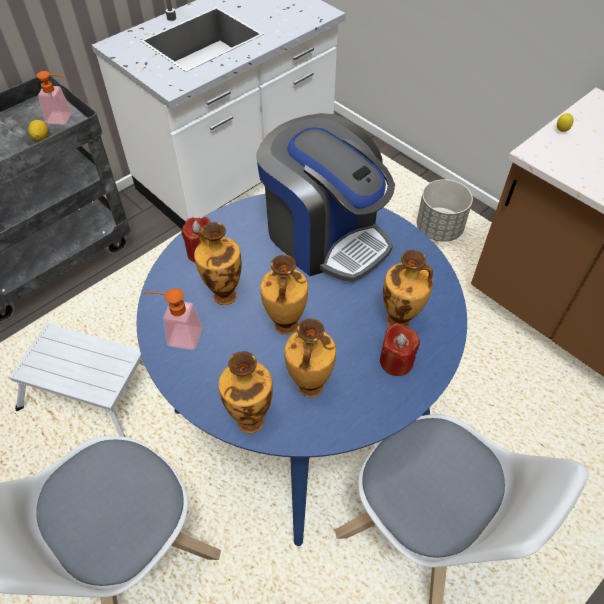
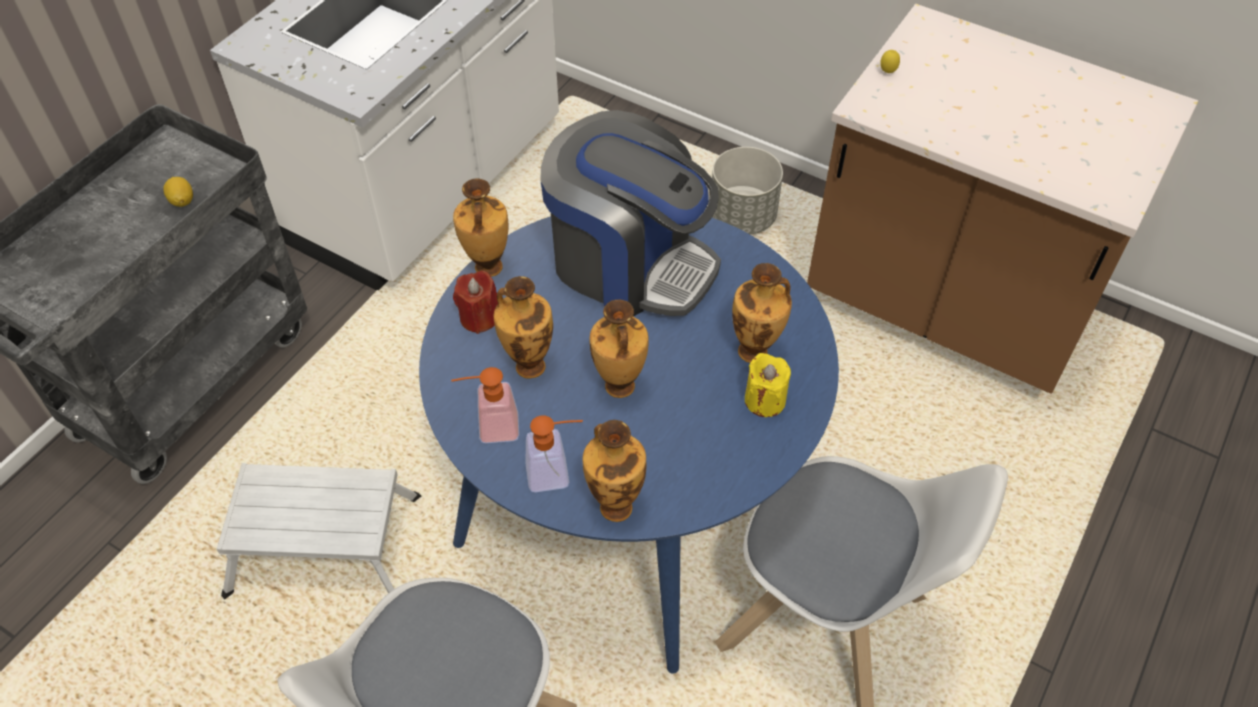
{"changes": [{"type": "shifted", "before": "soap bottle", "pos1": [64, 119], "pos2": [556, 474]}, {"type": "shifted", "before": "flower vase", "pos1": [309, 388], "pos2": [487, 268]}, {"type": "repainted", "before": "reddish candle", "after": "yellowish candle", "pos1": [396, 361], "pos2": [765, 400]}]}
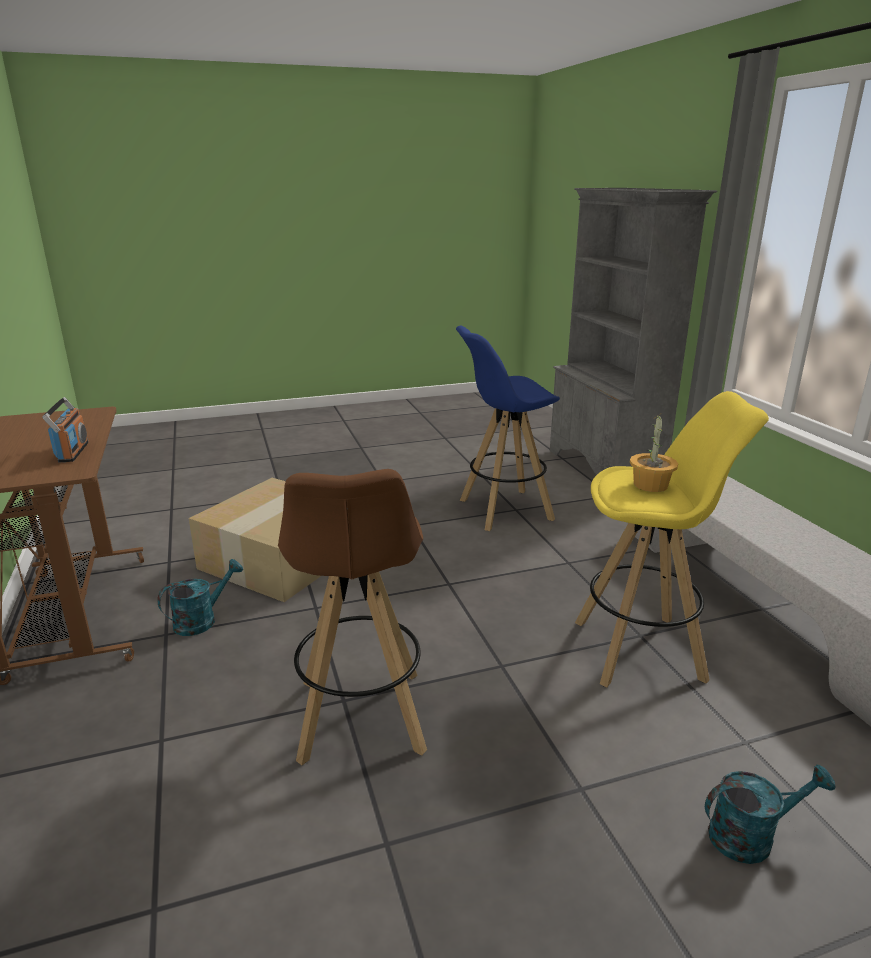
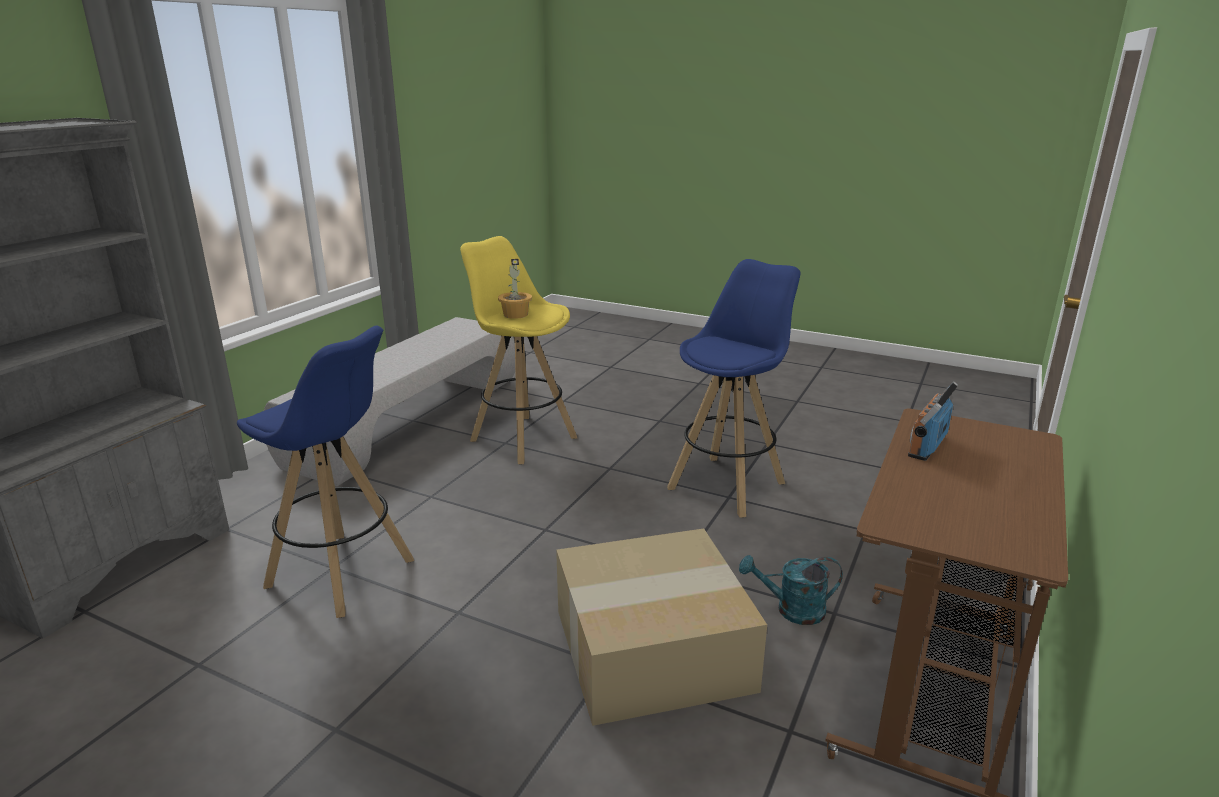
{"changes": [{"type": "gone", "before": "turquoise watering can", "pos1": [751, 836]}, {"type": "repainted", "before": "brownish sitting stool", "after": "blue sitting stool", "pos1": [360, 719], "pos2": [729, 484]}]}
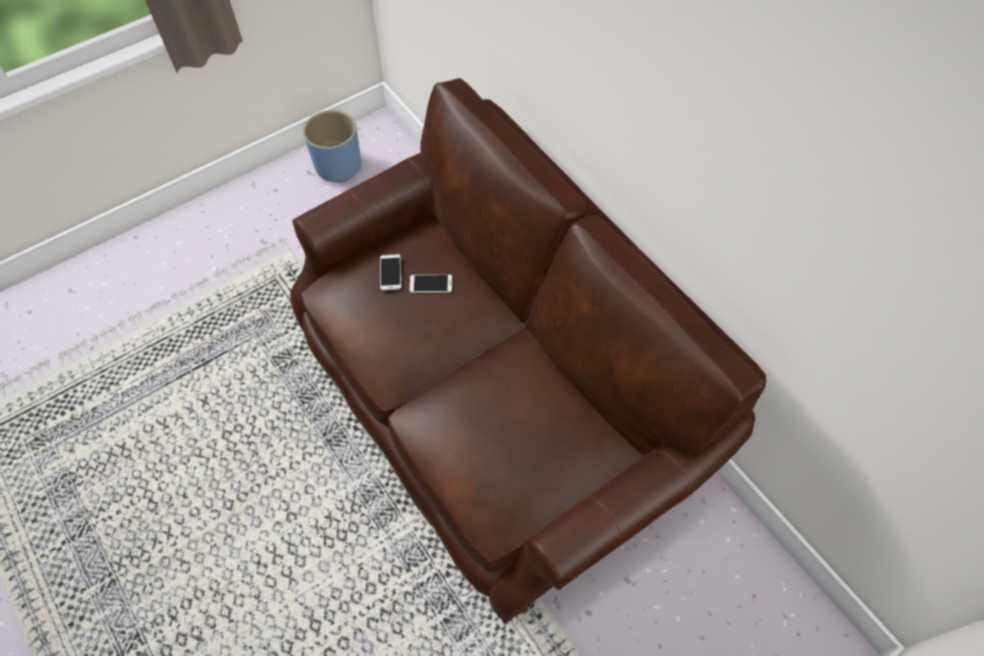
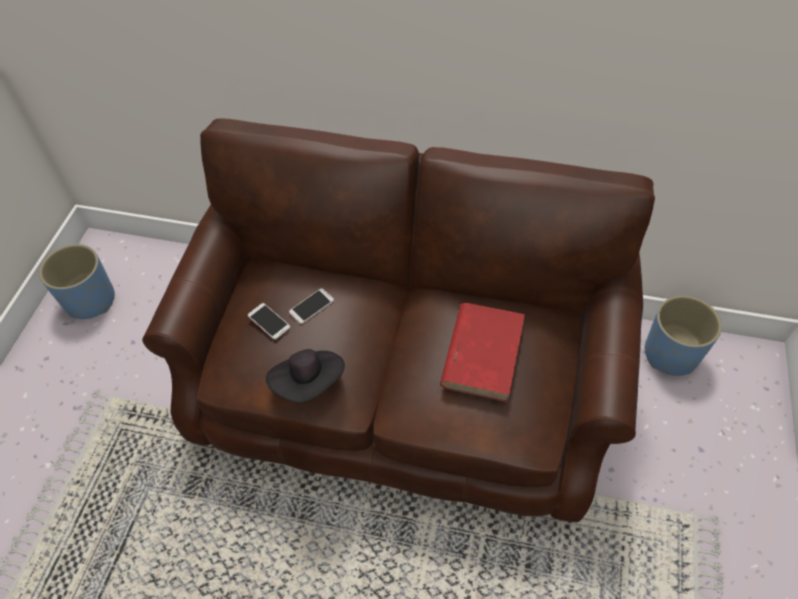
{"changes": [{"type": "new", "after": "black wearable hat", "pos2": [309, 383]}, {"type": "new", "after": "reddish volume", "pos2": [482, 353]}, {"type": "new", "after": "blue planter", "pos2": [671, 354]}]}
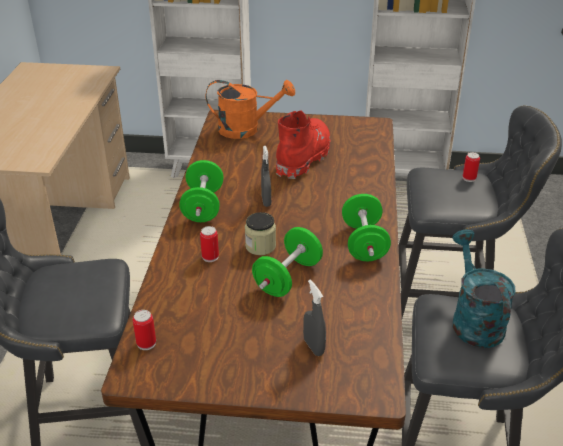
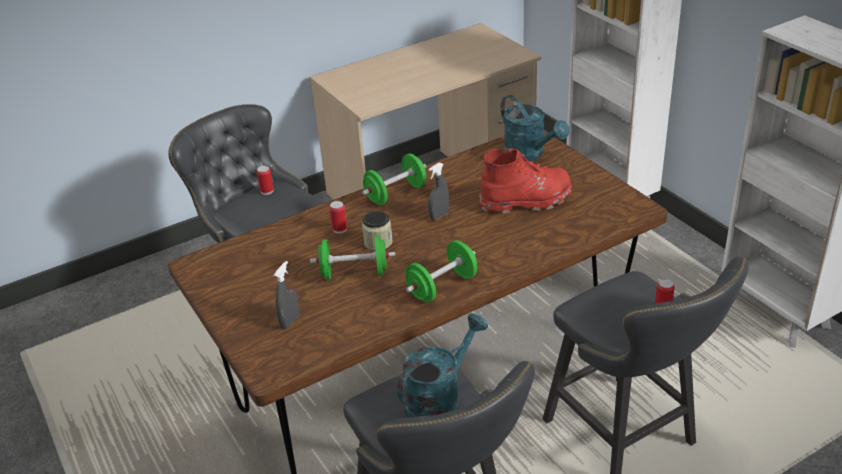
{"changes": [{"type": "shifted", "before": "metal can", "pos1": [146, 343], "pos2": [267, 191]}, {"type": "repainted", "before": "orangey watering can", "after": "turquoise watering can", "pos1": [246, 129], "pos2": [530, 155]}]}
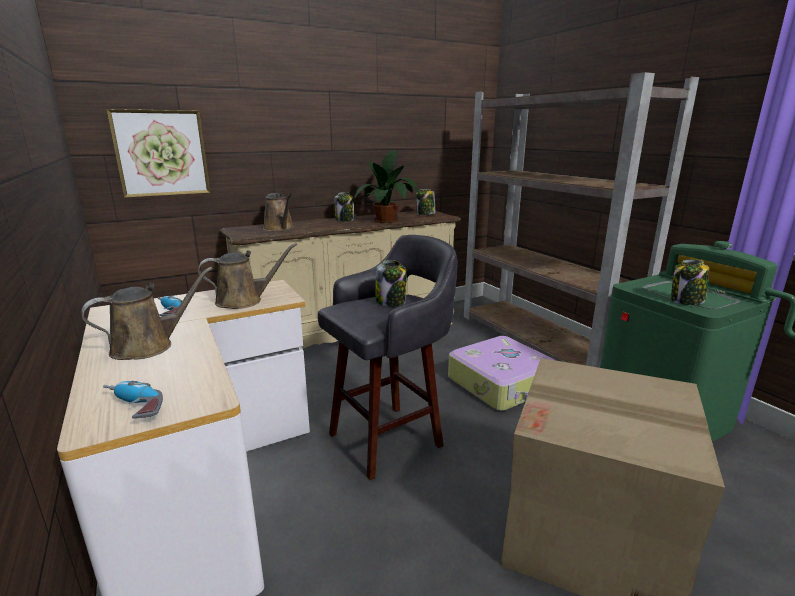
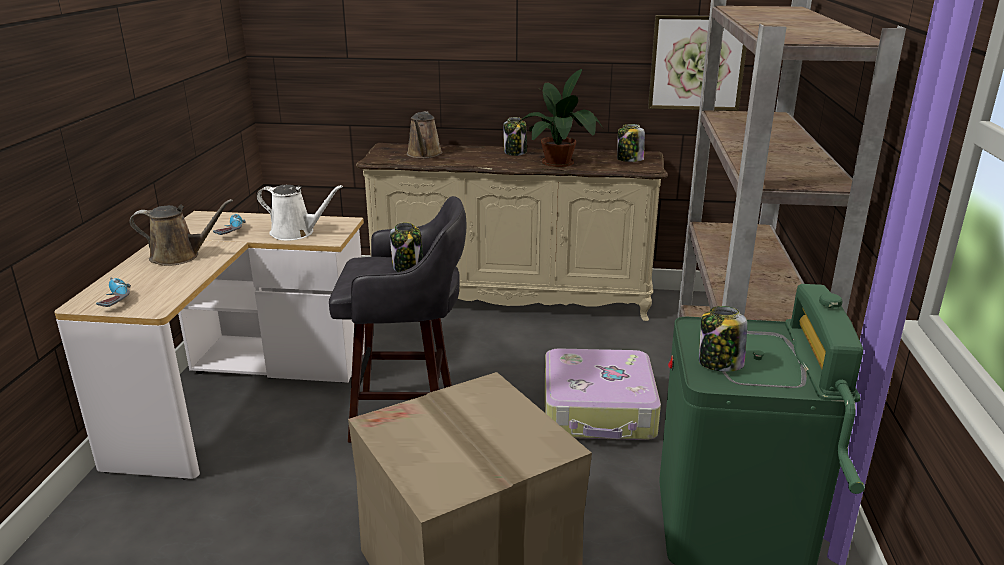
{"changes": [{"type": "shifted", "before": "picture", "pos1": [161, 153], "pos2": [697, 63]}, {"type": "repainted", "before": "brownish watering can", "after": "whitish watering can", "pos1": [244, 301], "pos2": [296, 233]}]}
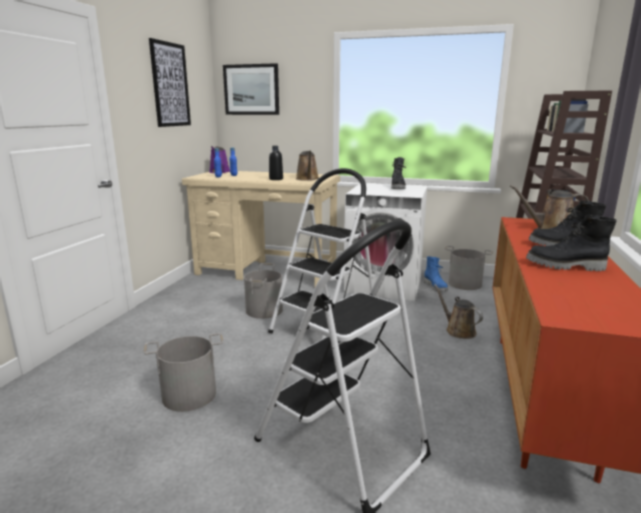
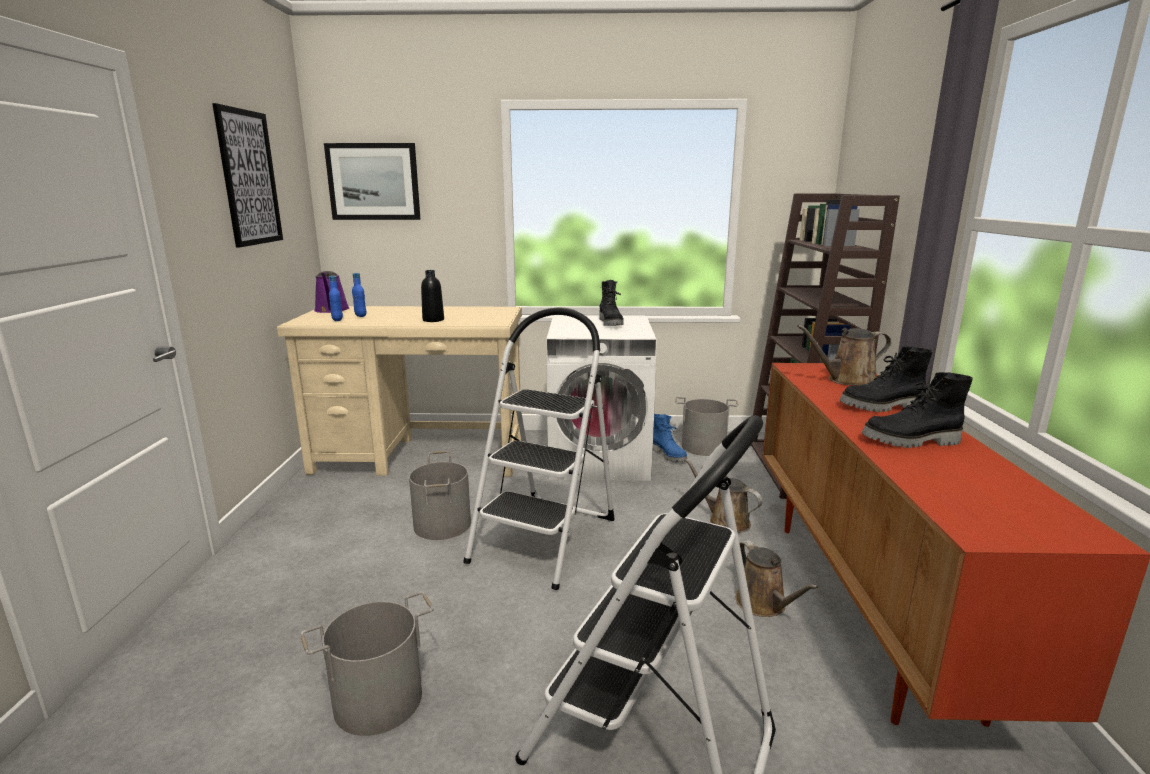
{"changes": [{"type": "shifted", "before": "brownish watering can", "pos1": [307, 179], "pos2": [764, 604]}]}
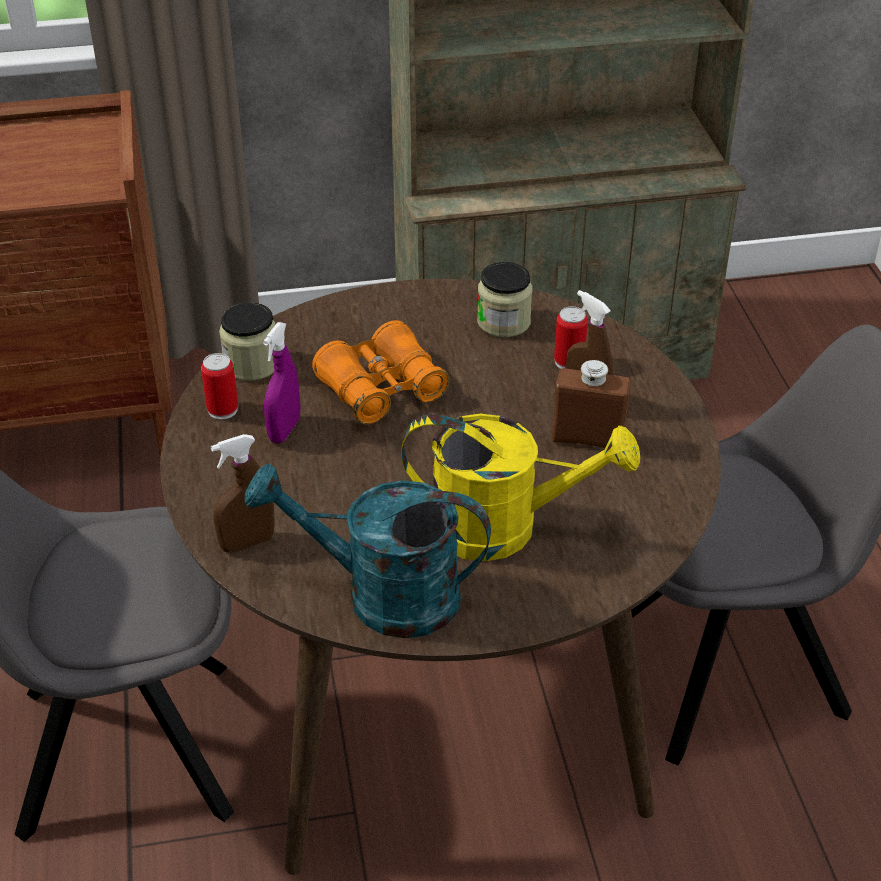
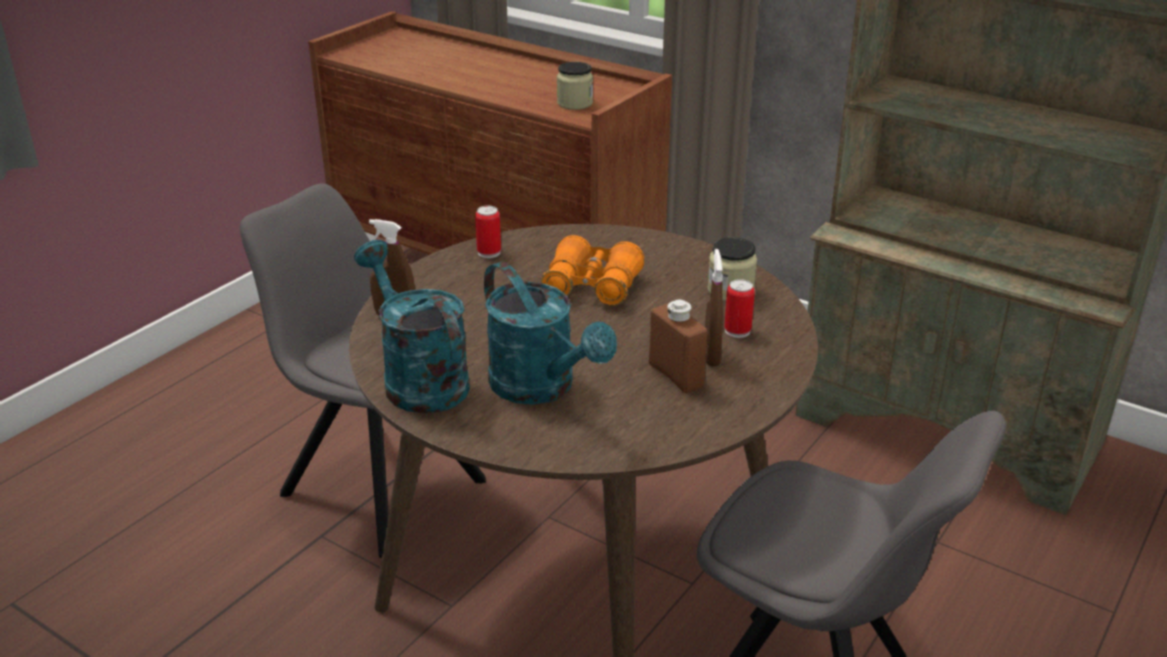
{"changes": [{"type": "gone", "before": "purple-coloured hand sprayer", "pos1": [284, 430]}, {"type": "shifted", "before": "storage jar", "pos1": [251, 364], "pos2": [575, 103]}, {"type": "repainted", "before": "yellowish watering can", "after": "turquoise watering can", "pos1": [504, 527], "pos2": [542, 388]}]}
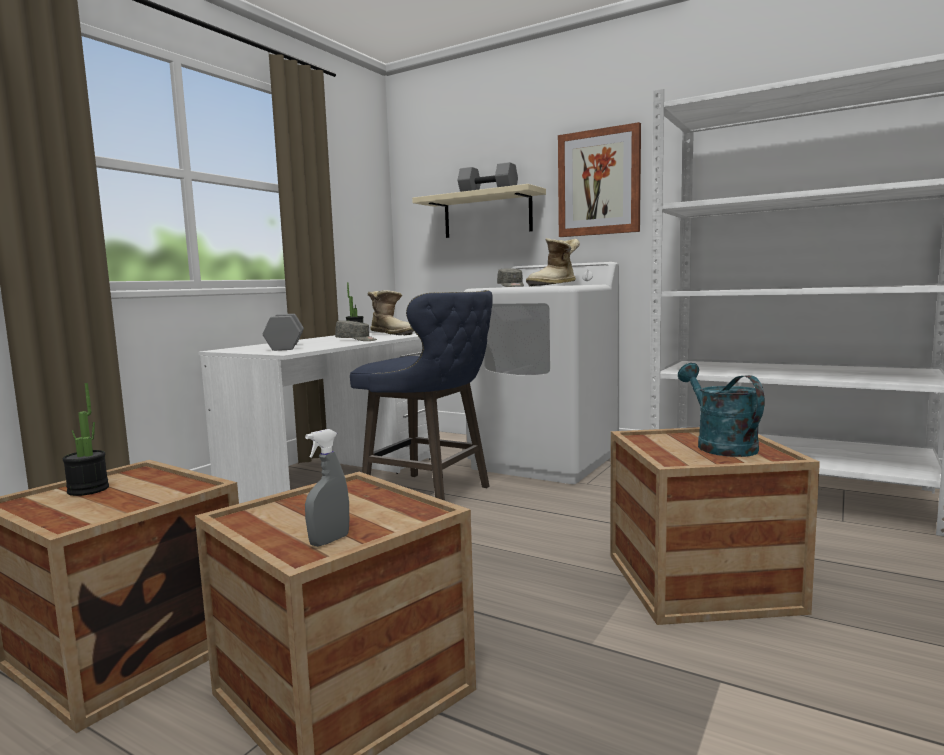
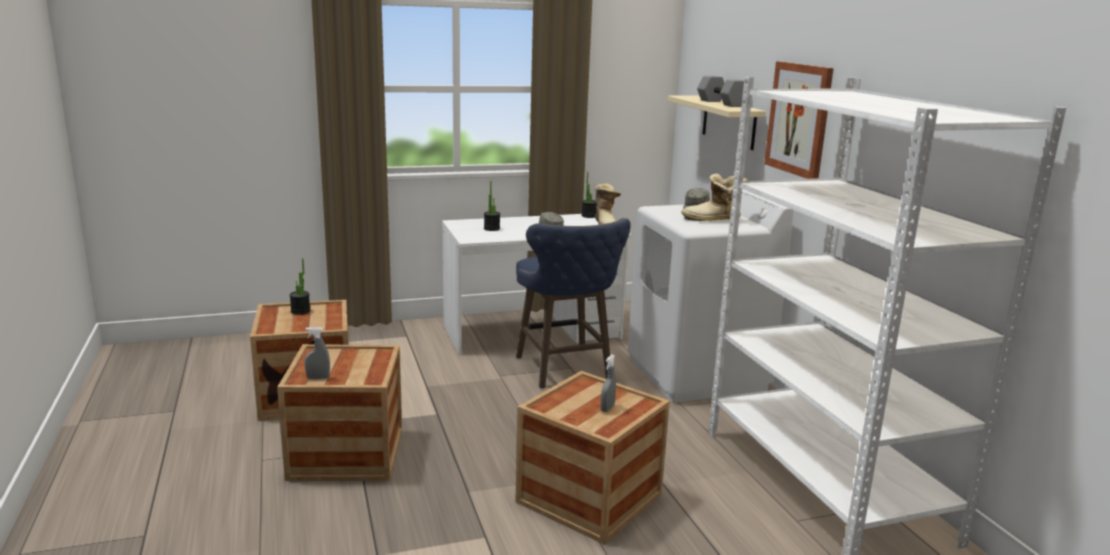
{"changes": [{"type": "swapped", "before": "gray hand weight", "after": "houseplant", "pos1": [284, 347], "pos2": [491, 229]}, {"type": "swapped", "before": "turquoise watering can", "after": "gray hand sprayer", "pos1": [719, 445], "pos2": [607, 408]}]}
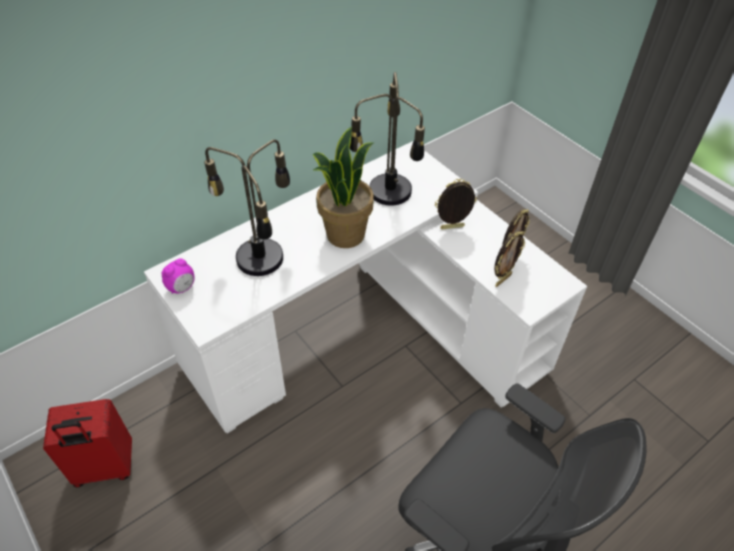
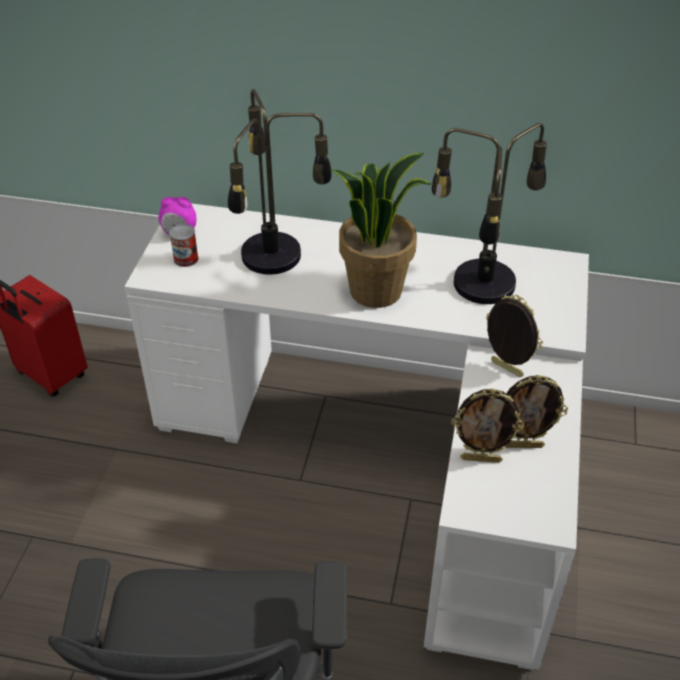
{"changes": [{"type": "new", "after": "metal can", "pos2": [186, 259]}]}
